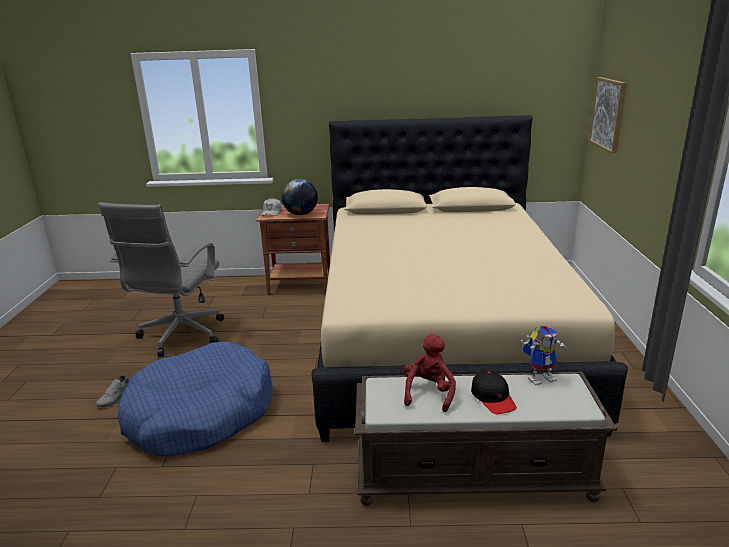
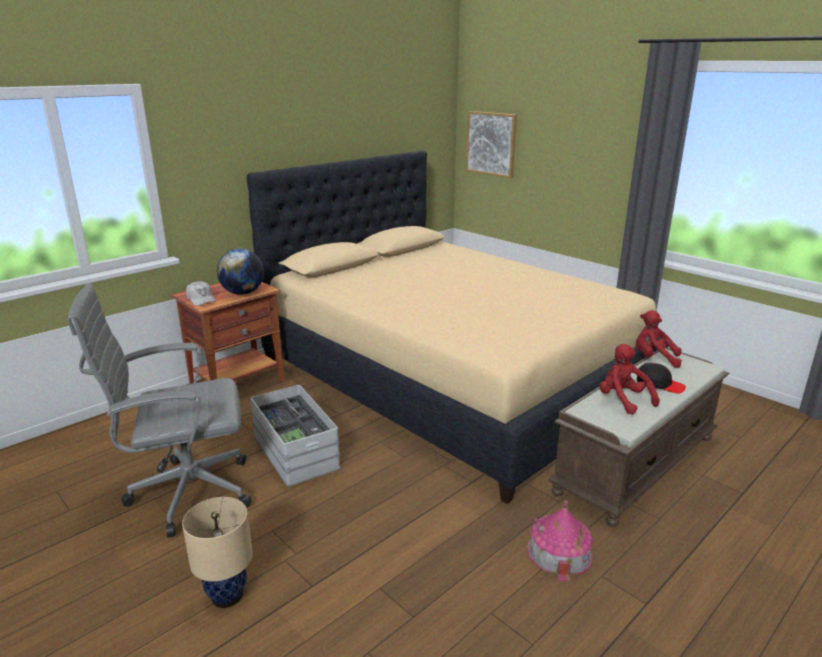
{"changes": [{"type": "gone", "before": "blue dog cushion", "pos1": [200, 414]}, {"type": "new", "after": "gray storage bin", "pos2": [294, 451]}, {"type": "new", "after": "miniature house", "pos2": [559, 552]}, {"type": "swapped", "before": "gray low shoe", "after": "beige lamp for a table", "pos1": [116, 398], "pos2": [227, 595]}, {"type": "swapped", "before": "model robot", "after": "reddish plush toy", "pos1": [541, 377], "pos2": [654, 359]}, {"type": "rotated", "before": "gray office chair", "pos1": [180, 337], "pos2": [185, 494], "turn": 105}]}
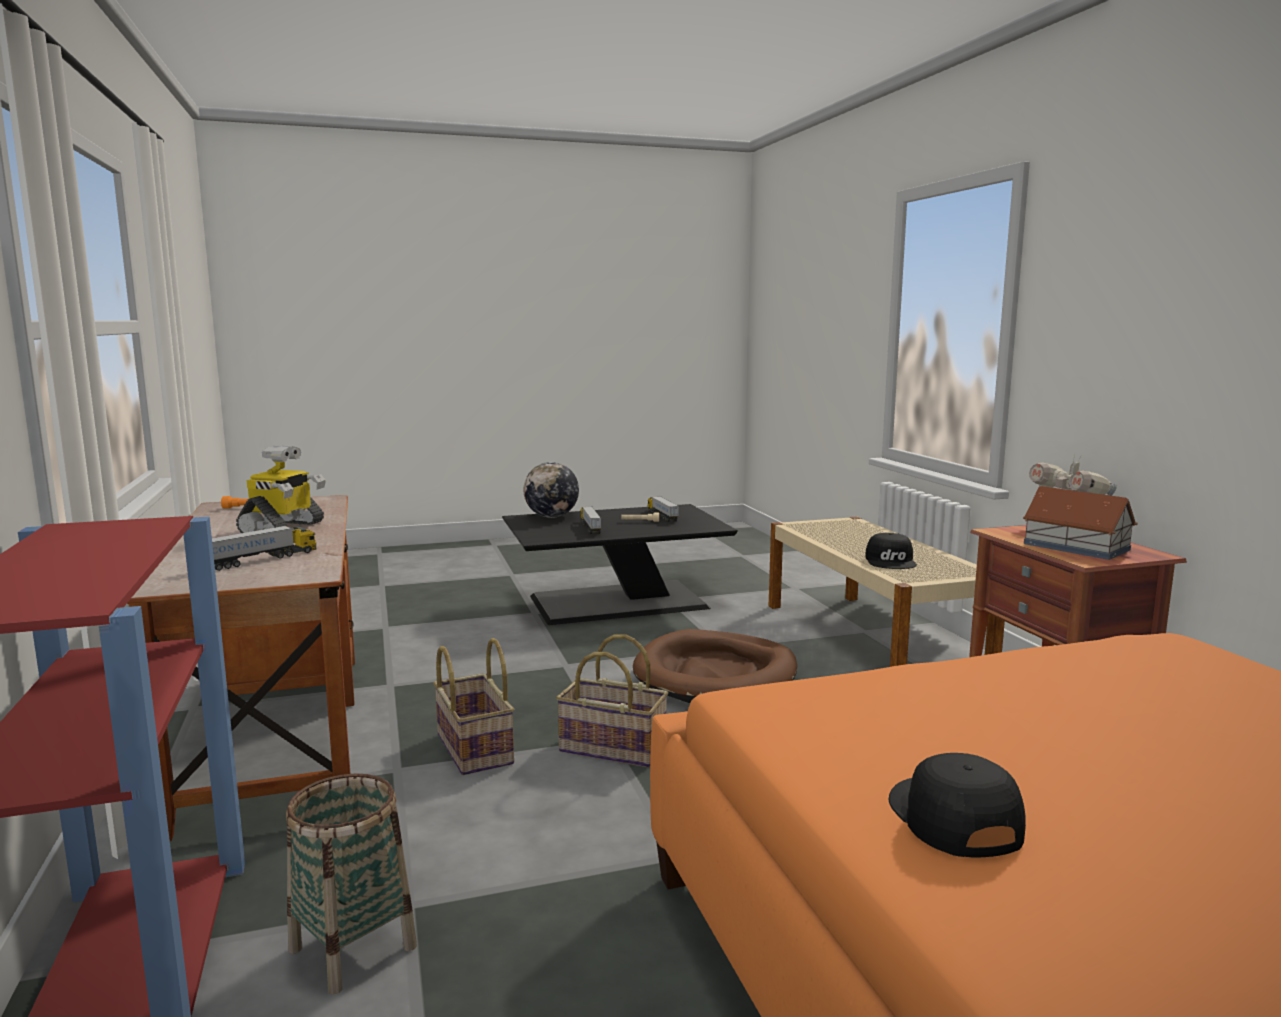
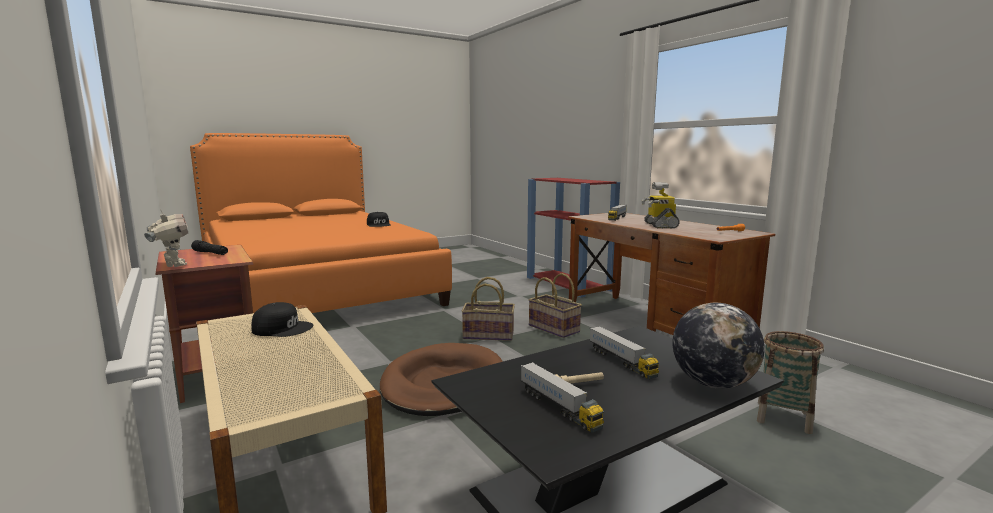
{"changes": [{"type": "shifted", "before": "storage basket", "pos1": [352, 948], "pos2": [783, 417]}, {"type": "swapped", "before": "miniature house", "after": "black hand torch", "pos1": [1075, 546], "pos2": [210, 253]}, {"type": "rotated", "before": "black cap", "pos1": [891, 561], "pos2": [282, 328], "turn": 105}]}
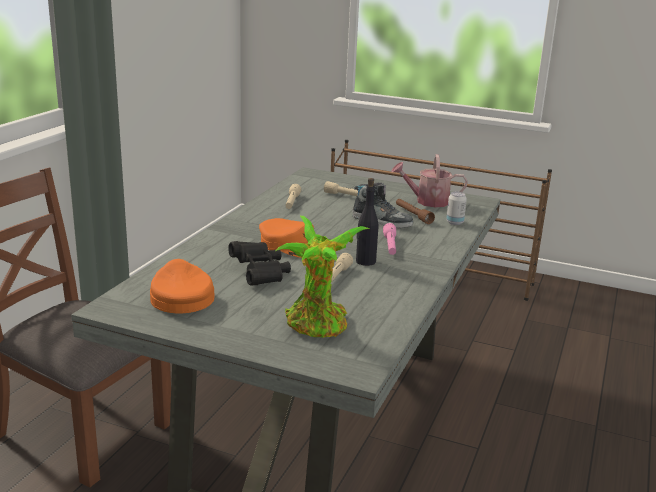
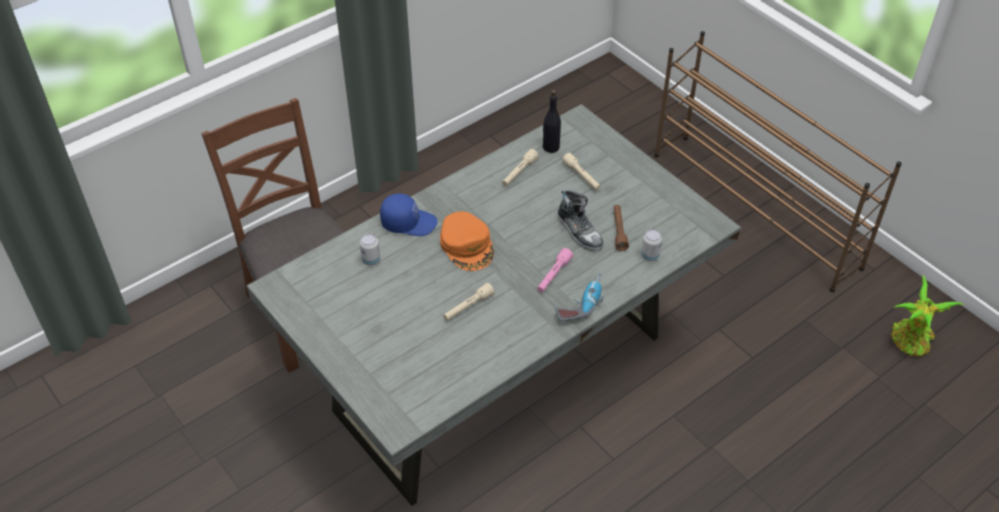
{"changes": [{"type": "gone", "before": "orangey cap", "pos1": [180, 297]}, {"type": "gone", "before": "black binoculars", "pos1": [260, 274]}, {"type": "gone", "before": "watering can", "pos1": [427, 201]}, {"type": "new", "after": "metal can", "pos2": [371, 260]}, {"type": "new", "after": "blue cap", "pos2": [408, 222]}, {"type": "new", "after": "power drill", "pos2": [581, 303]}, {"type": "shifted", "before": "houseplant", "pos1": [317, 326], "pos2": [911, 342]}, {"type": "shifted", "before": "black drink bottle", "pos1": [365, 261], "pos2": [550, 147]}]}
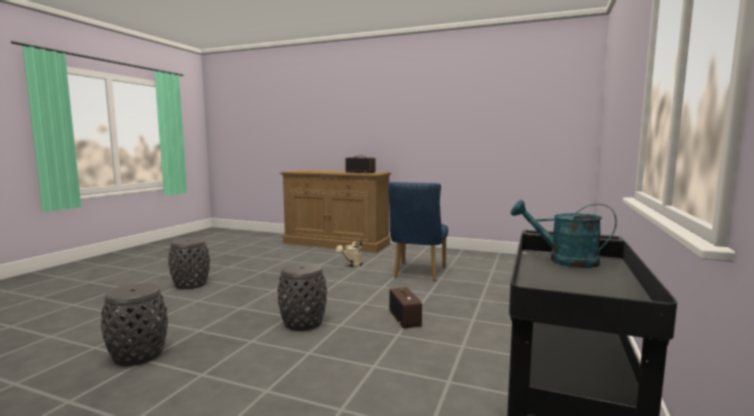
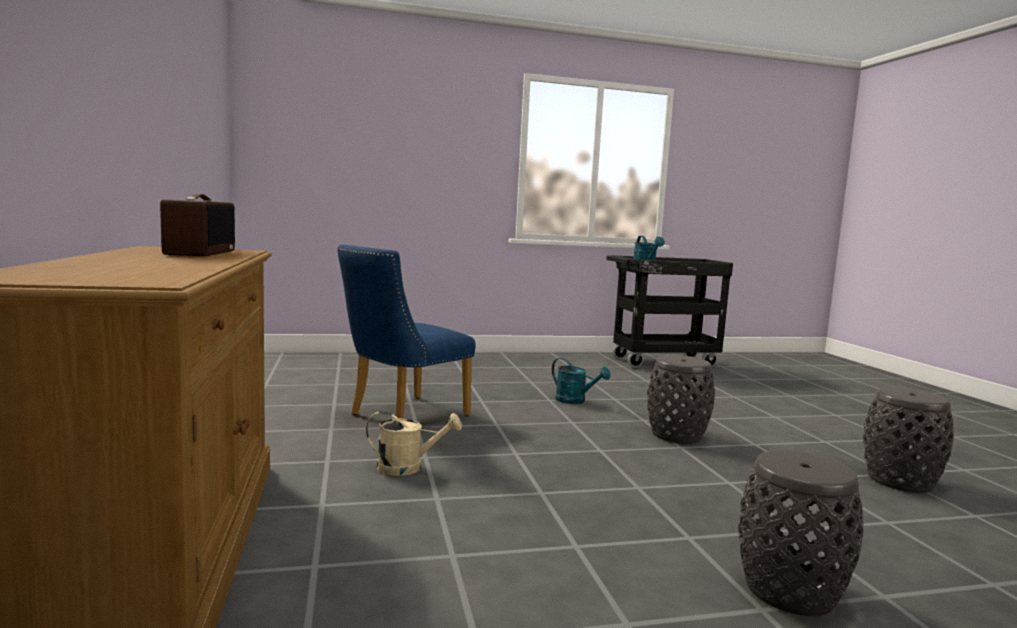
{"changes": [{"type": "swapped", "before": "radio", "after": "turquoise watering can", "pos1": [405, 318], "pos2": [575, 401]}, {"type": "rotated", "before": "blue upright chair", "pos1": [417, 273], "pos2": [401, 416], "turn": 150}]}
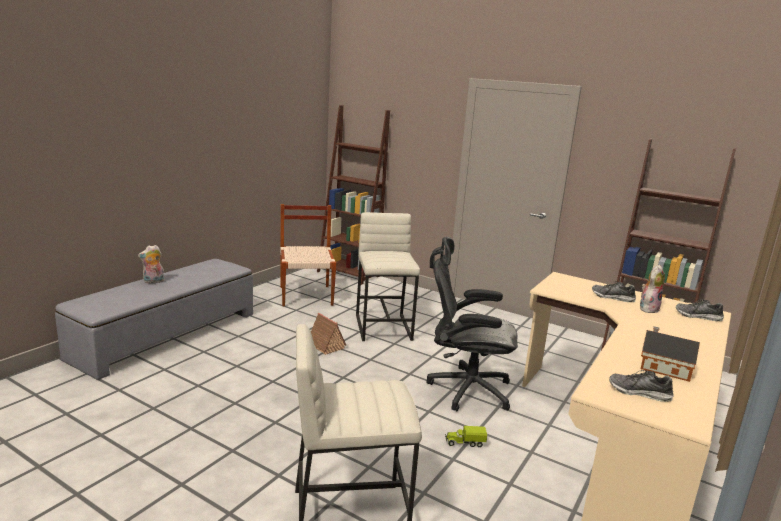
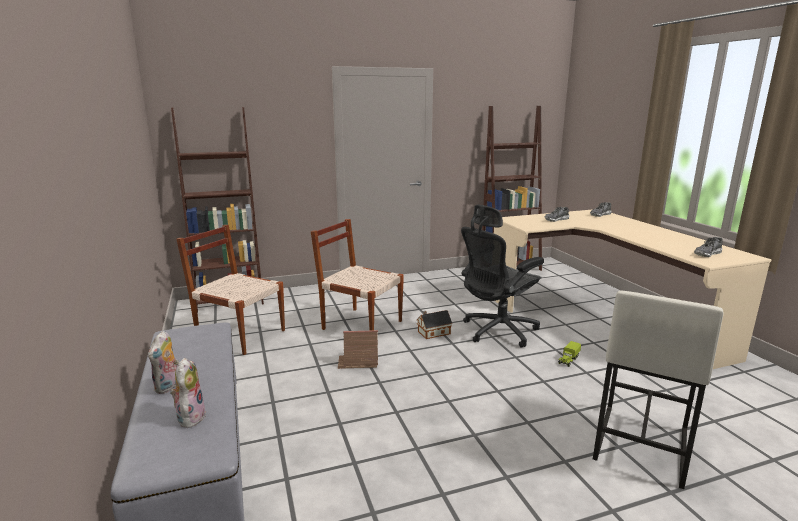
{"changes": [{"type": "shifted", "before": "plush toy", "pos1": [648, 308], "pos2": [190, 417]}, {"type": "shifted", "before": "miniature house", "pos1": [663, 368], "pos2": [432, 333]}, {"type": "swapped", "before": "beige sitting stool", "after": "upright chair", "pos1": [383, 327], "pos2": [360, 324]}]}
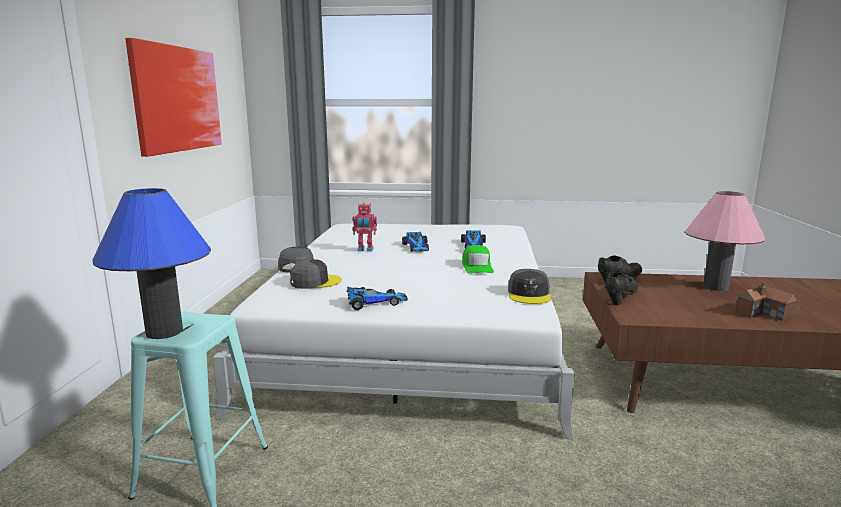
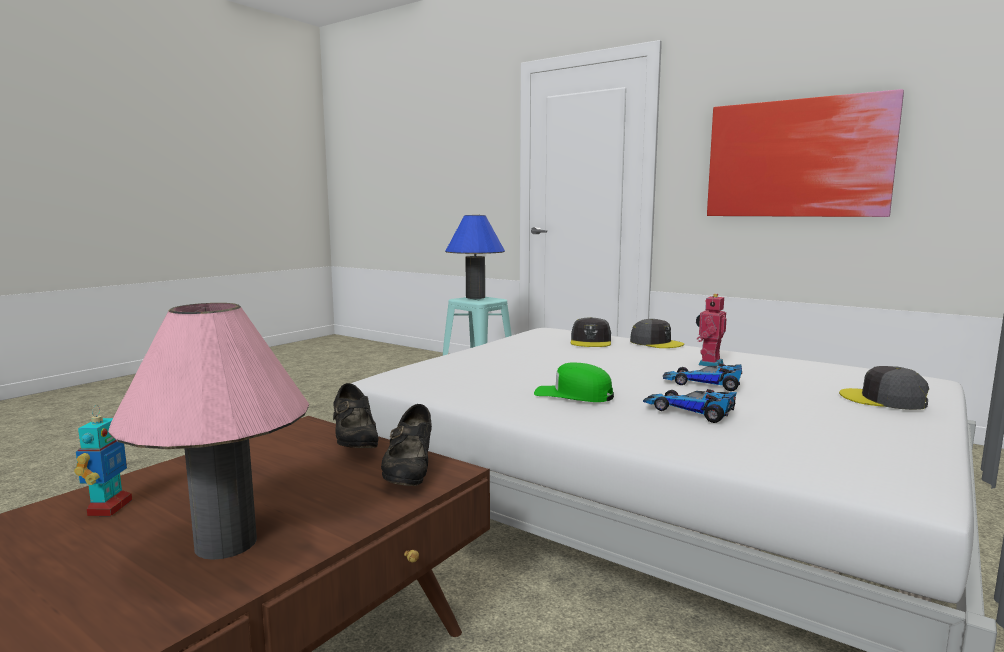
{"changes": [{"type": "gone", "before": "toy car", "pos1": [375, 302]}, {"type": "shifted", "before": "gray cap", "pos1": [529, 294], "pos2": [883, 399]}, {"type": "swapped", "before": "miniature house", "after": "model robot", "pos1": [766, 314], "pos2": [109, 508]}]}
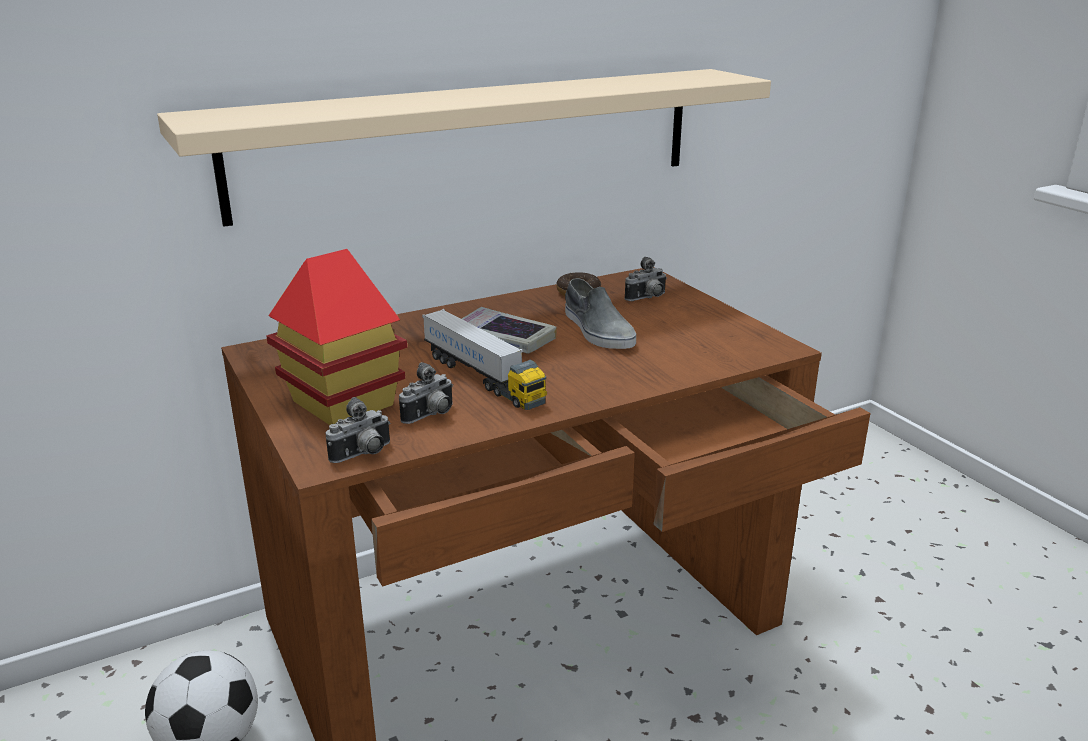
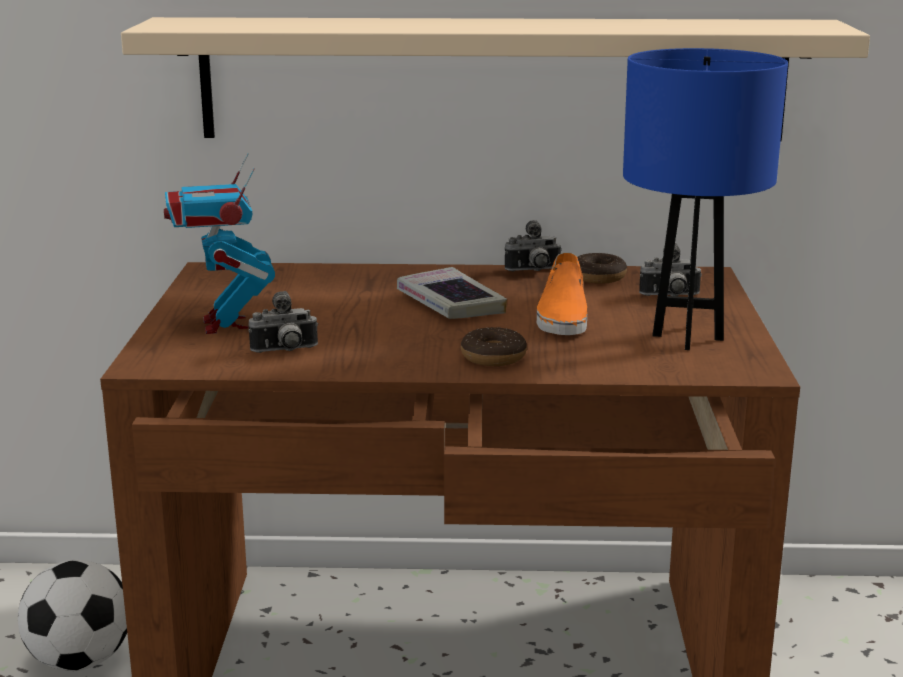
{"changes": [{"type": "gone", "before": "toy lorry", "pos1": [482, 378]}, {"type": "new", "after": "doughnut", "pos2": [493, 357]}, {"type": "new", "after": "blue lamp for a table", "pos2": [688, 337]}, {"type": "shifted", "before": "still camera", "pos1": [363, 455], "pos2": [533, 271]}, {"type": "swapped", "before": "miniature house", "after": "model robot", "pos1": [342, 403], "pos2": [224, 324]}, {"type": "repainted", "before": "gray low shoe", "after": "orangey low shoe", "pos1": [597, 330], "pos2": [562, 314]}]}
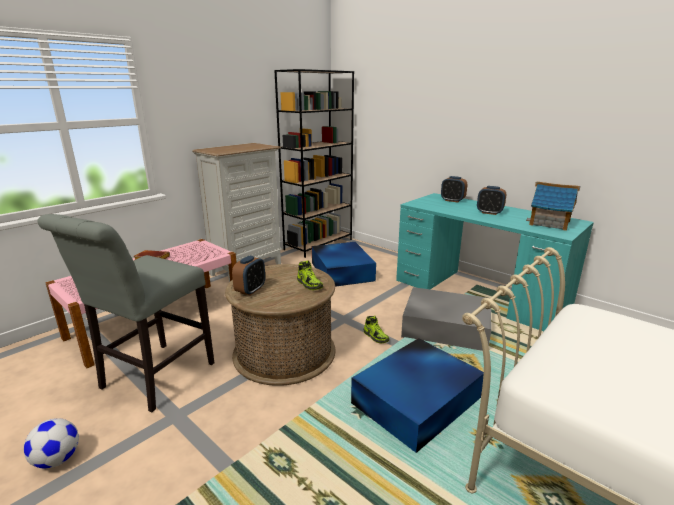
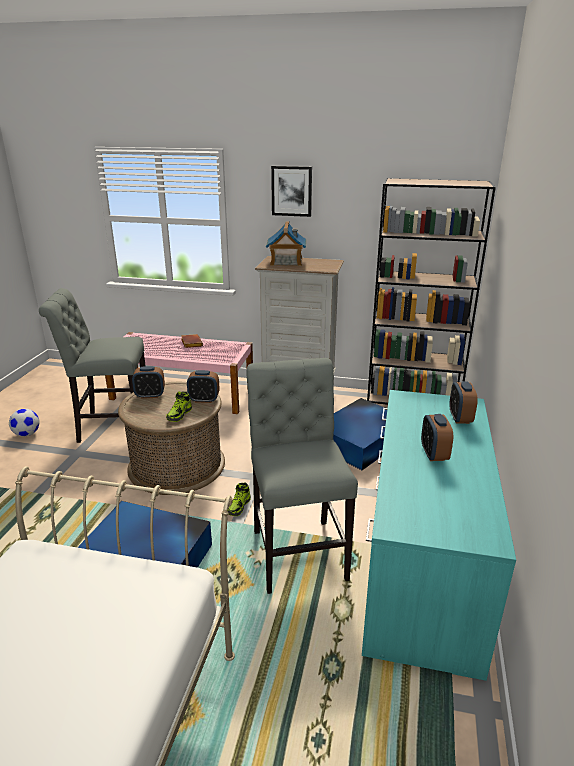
{"changes": [{"type": "new", "after": "alarm clock", "pos2": [204, 400]}, {"type": "new", "after": "picture", "pos2": [291, 191]}, {"type": "shifted", "before": "miniature house", "pos1": [550, 223], "pos2": [286, 262]}, {"type": "swapped", "before": "gray storage bin", "after": "gray sitting stool", "pos1": [444, 327], "pos2": [298, 550]}]}
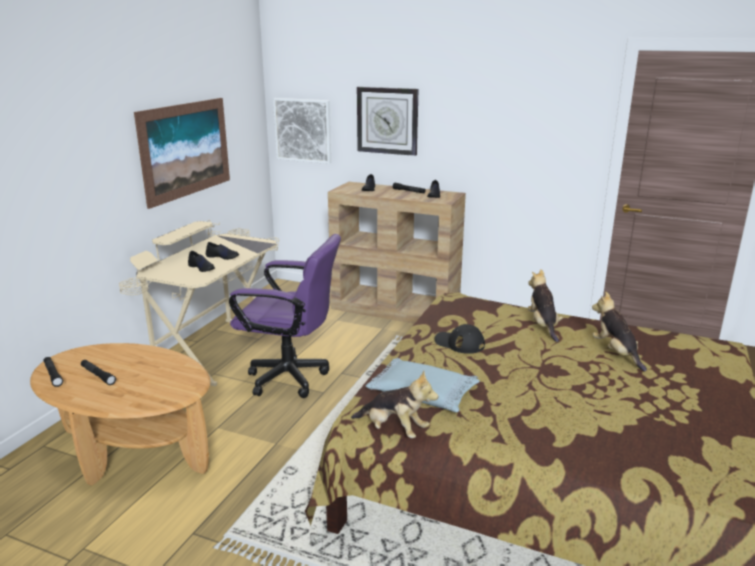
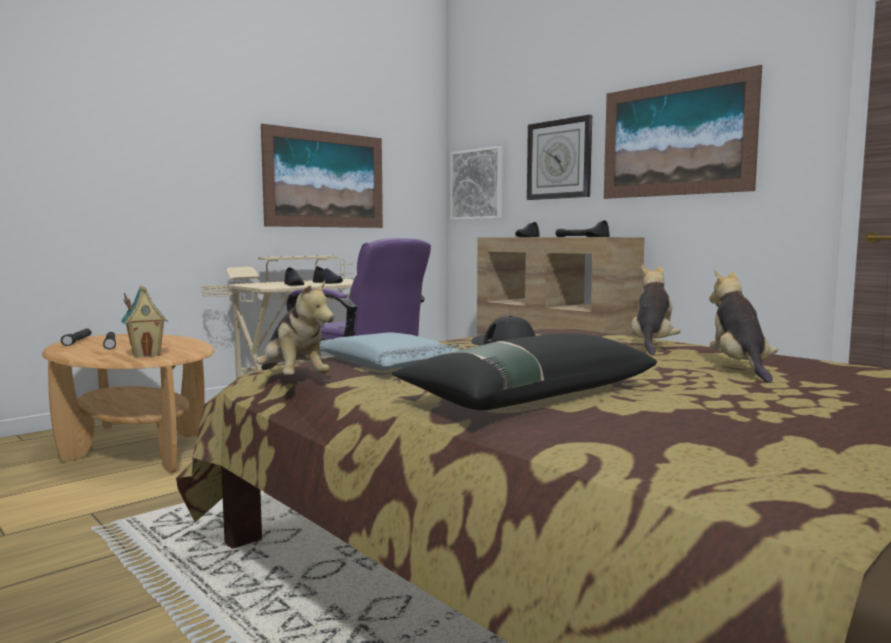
{"changes": [{"type": "new", "after": "miniature house", "pos2": [146, 354]}, {"type": "new", "after": "black cushion", "pos2": [528, 395]}, {"type": "new", "after": "picture", "pos2": [676, 138]}]}
